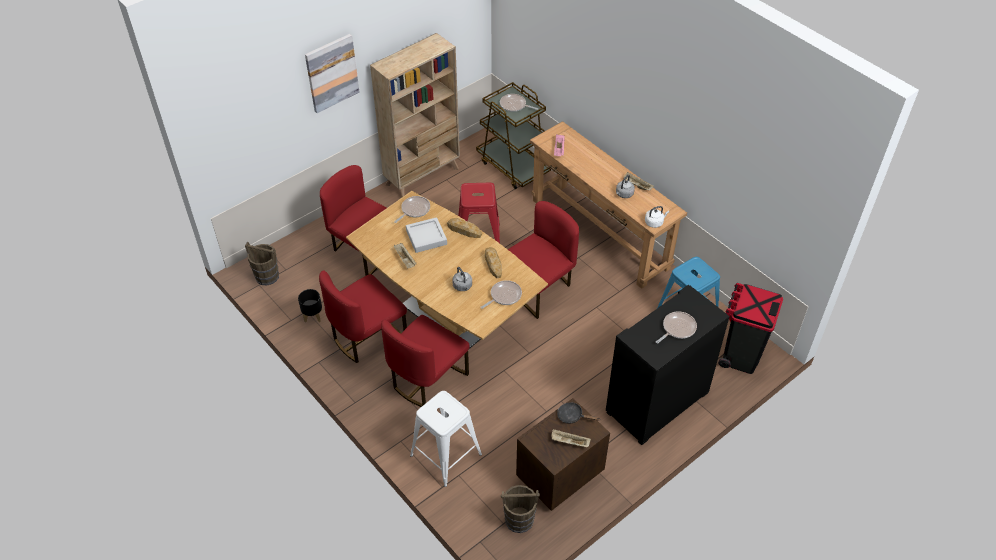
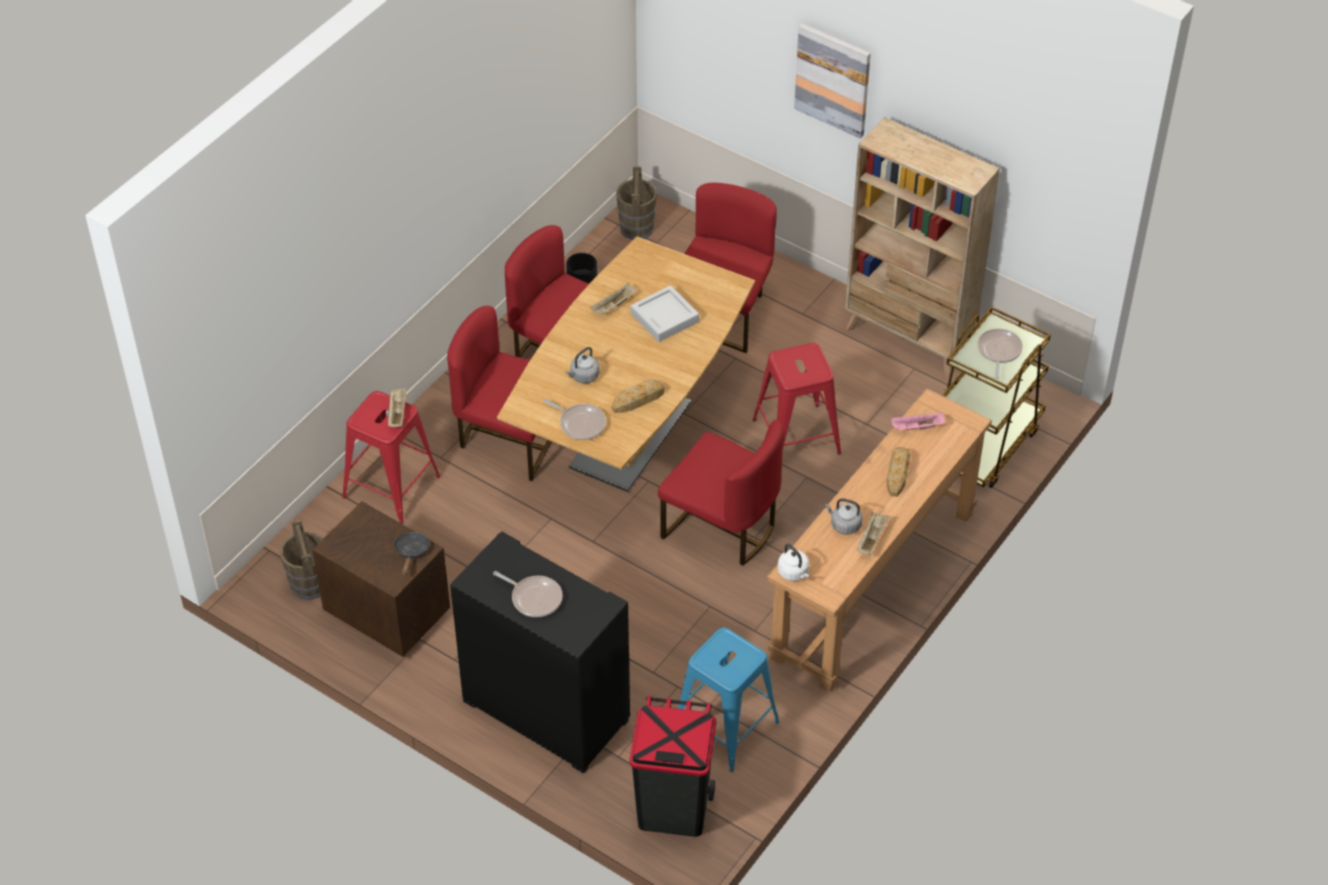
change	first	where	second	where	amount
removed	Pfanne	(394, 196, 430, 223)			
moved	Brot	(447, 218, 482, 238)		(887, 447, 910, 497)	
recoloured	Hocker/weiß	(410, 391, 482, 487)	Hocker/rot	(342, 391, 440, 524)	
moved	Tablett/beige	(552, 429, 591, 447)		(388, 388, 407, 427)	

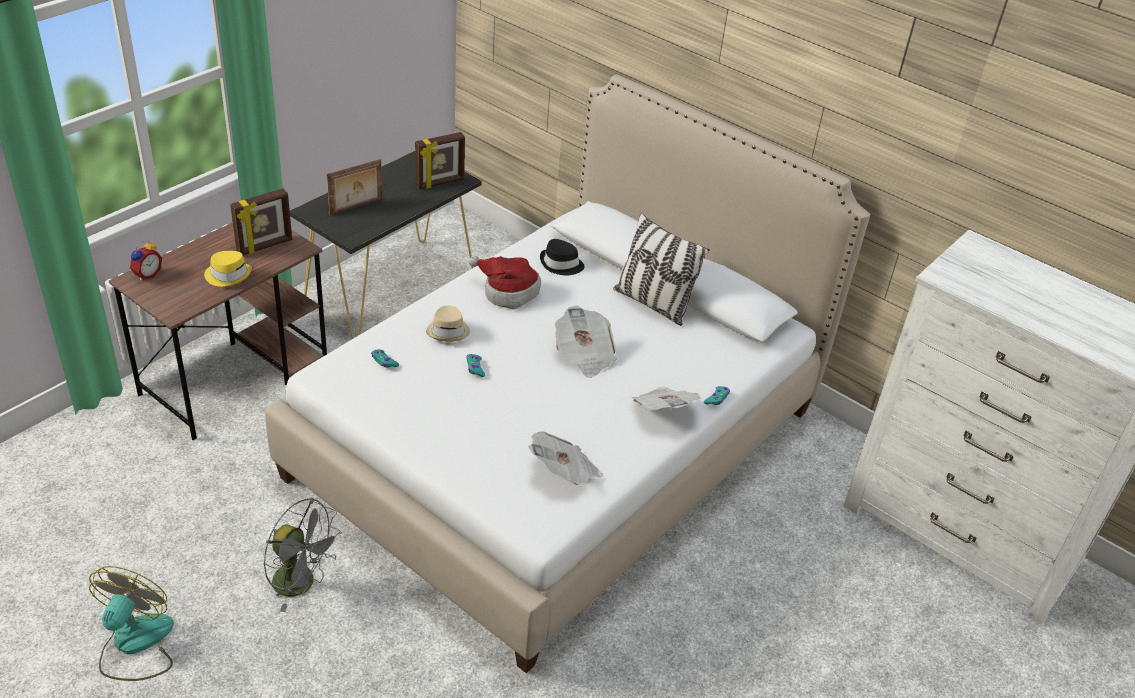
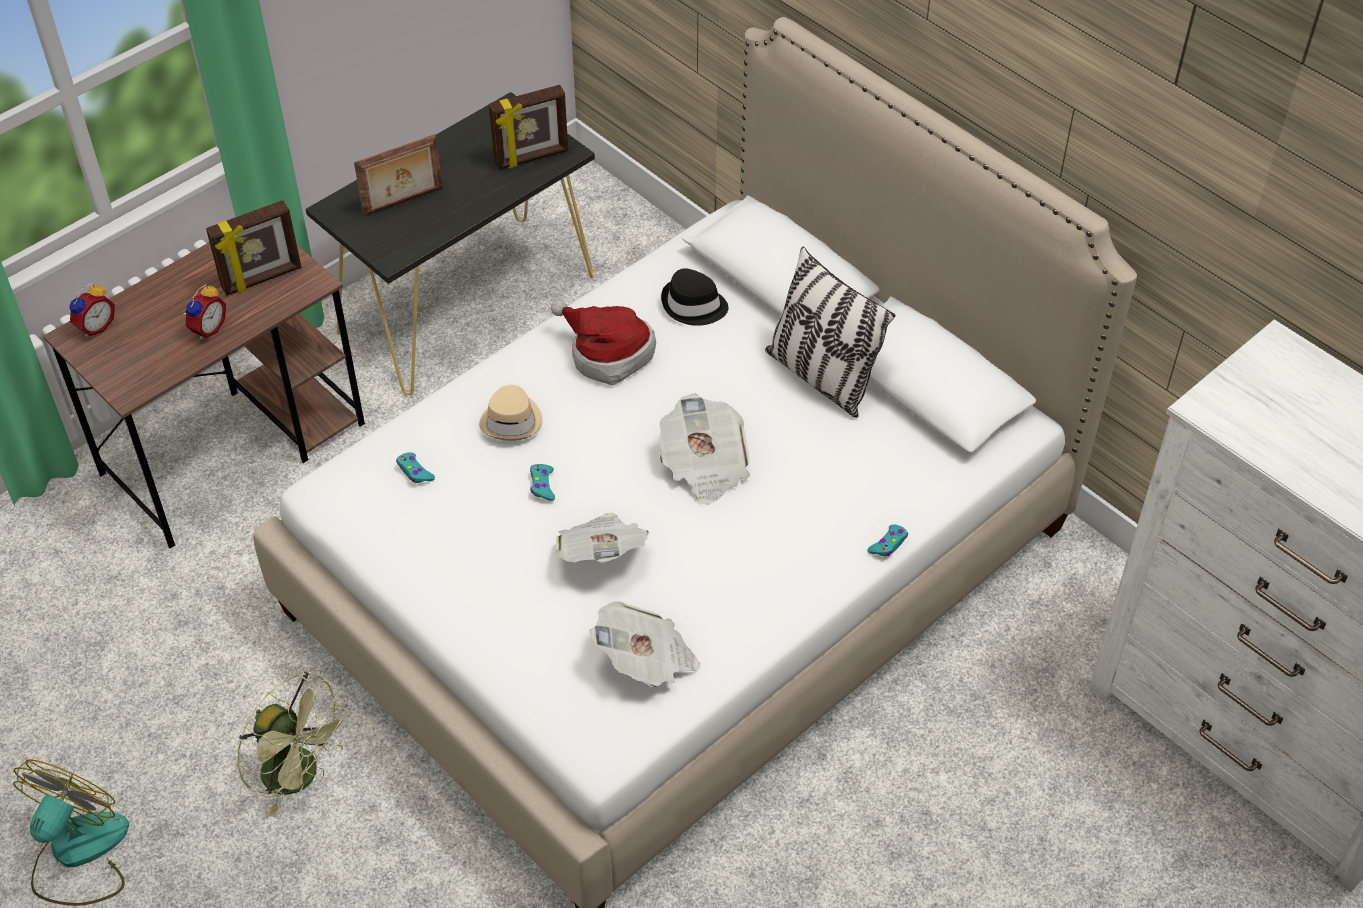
change	first	where	second	where	amount
replaced	Hut/gelb	(204, 251, 252, 287)	Wecker	(183, 284, 226, 339)	
moved	Zeitung	(632, 387, 701, 410)		(555, 513, 650, 563)	
recoloured	Ventilator/grau	(264, 498, 342, 612)	Ventilator/grün	(237, 672, 350, 817)	

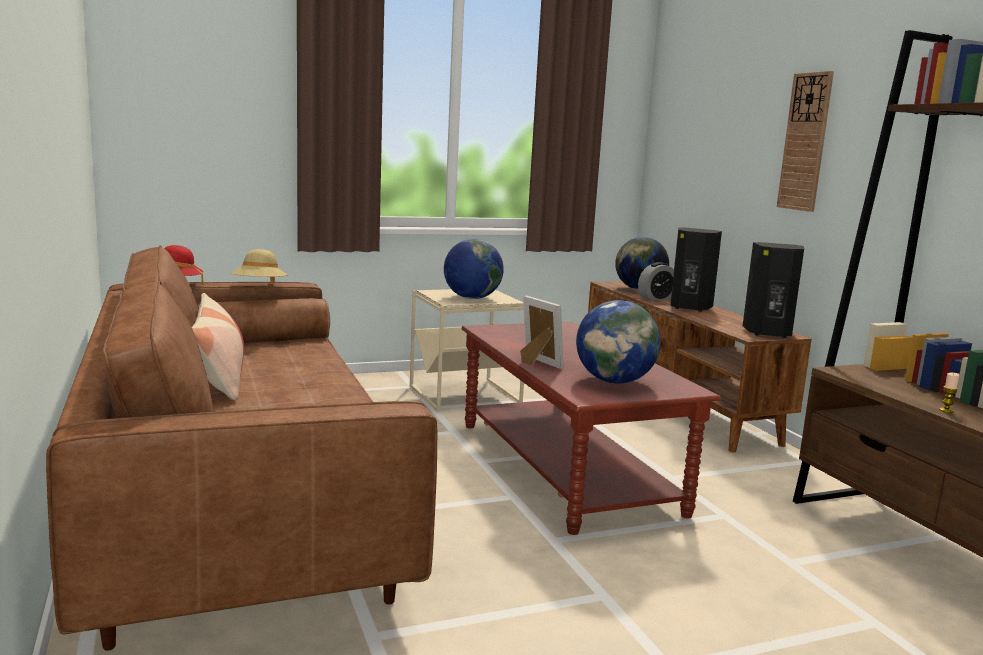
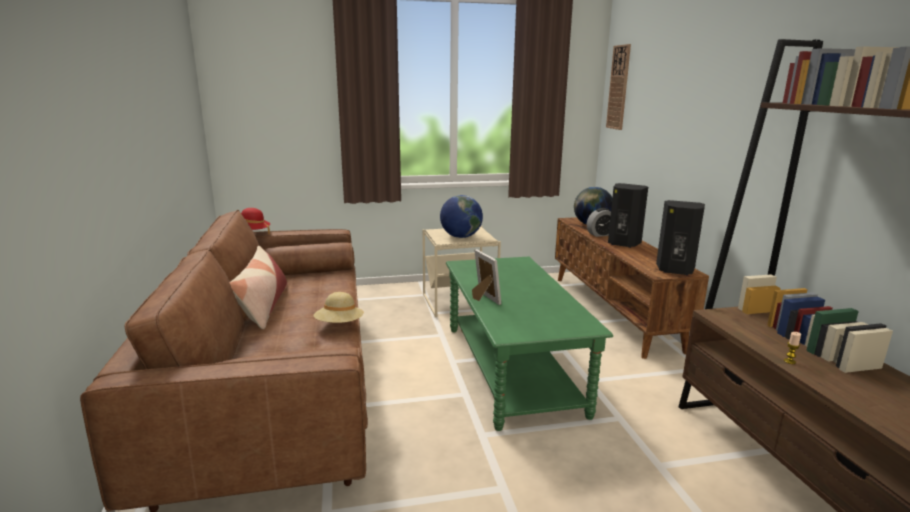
change	first	where	second	where	amount
moved	Wanduhr	(777, 71, 834, 212)		(606, 44, 631, 130)	
moved	Hut/beige	(231, 249, 288, 283)		(314, 292, 364, 323)	
removed	Globus	(576, 300, 661, 384)			
recoloured	Couchtisch/braun	(462, 322, 721, 535)	Couchtisch/grün	(446, 257, 613, 431)	

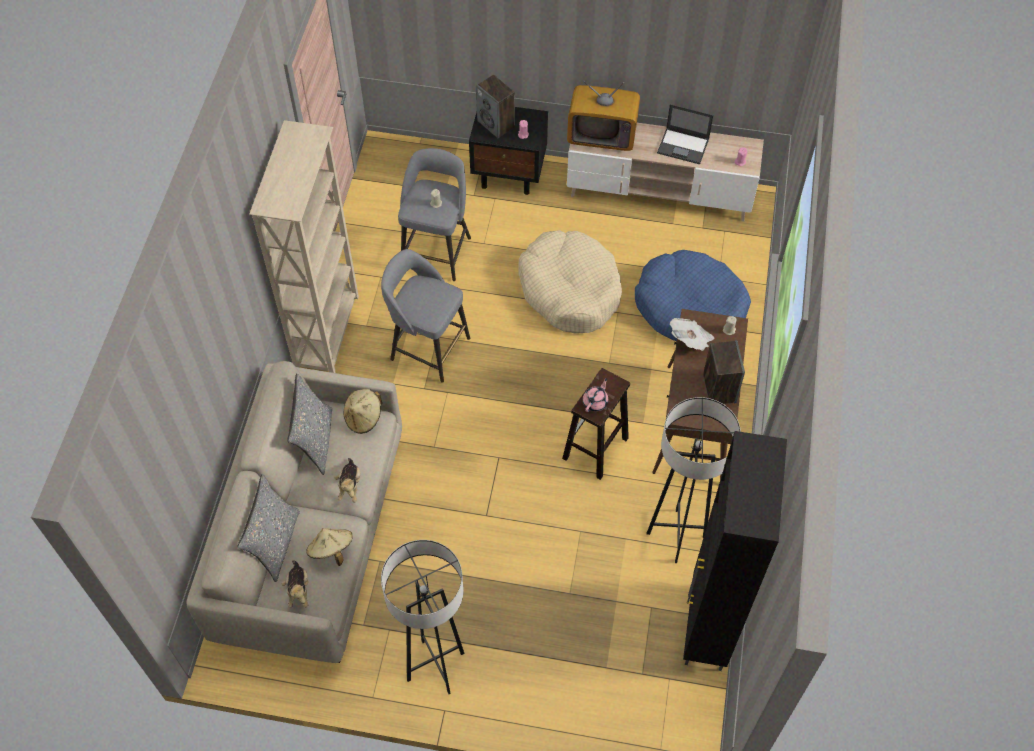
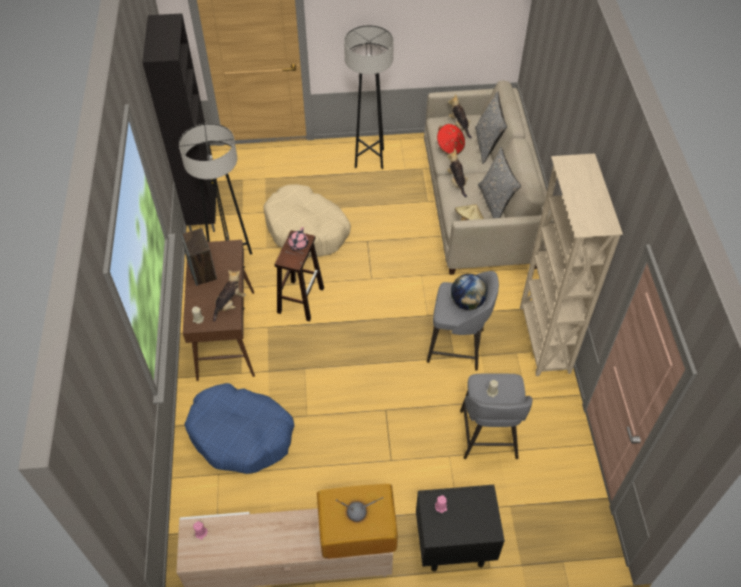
change	first	where	second	where	amount
removed	Lautsprecher	(476, 75, 515, 138)			
removed	Laptop	(657, 104, 713, 164)			
moved	Hundebett/beige	(519, 230, 622, 334)		(263, 184, 351, 258)	
replaced	Zeitung	(670, 318, 714, 351)	Plüschtier	(213, 270, 246, 322)	
recoloured	Hut/beige	(306, 528, 353, 566)	Hut/rot	(437, 124, 465, 155)	
added			Globus	(451, 274, 487, 310)	

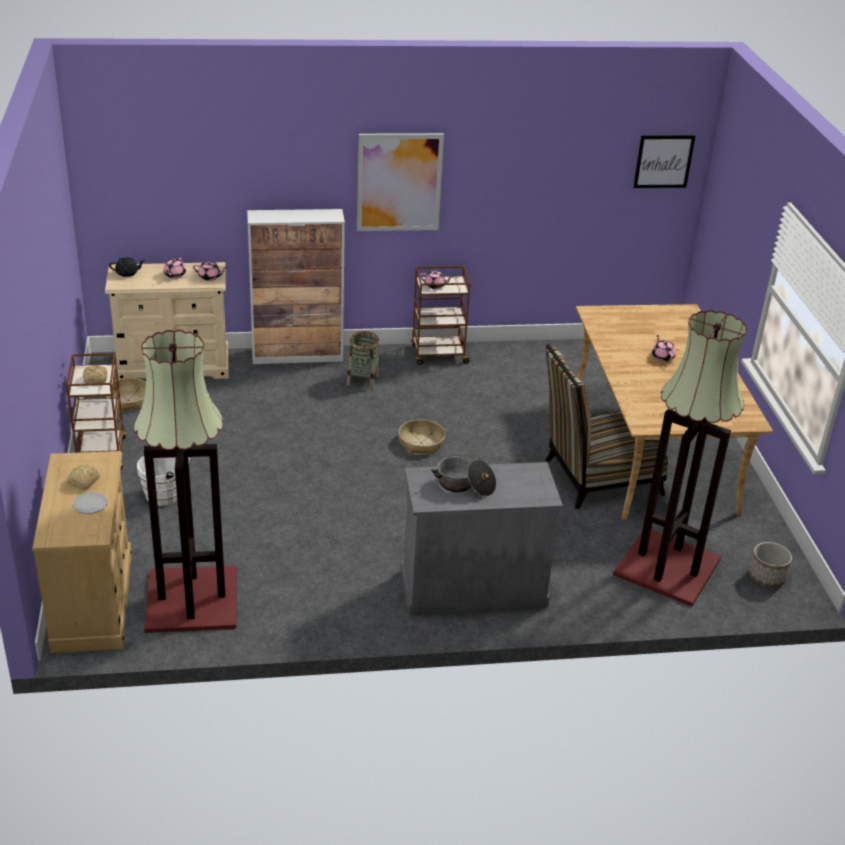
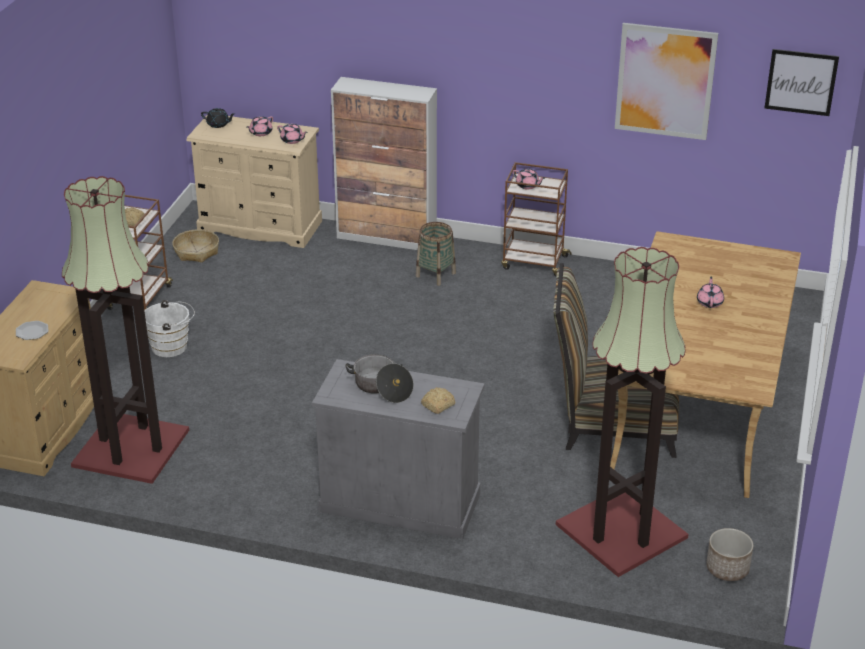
change	first	where	second	where	amount
moved	Bild	(357, 133, 444, 231)		(615, 23, 718, 140)	
removed	Korb	(398, 419, 445, 454)			
moved	Brot	(67, 465, 100, 490)		(421, 387, 455, 414)	

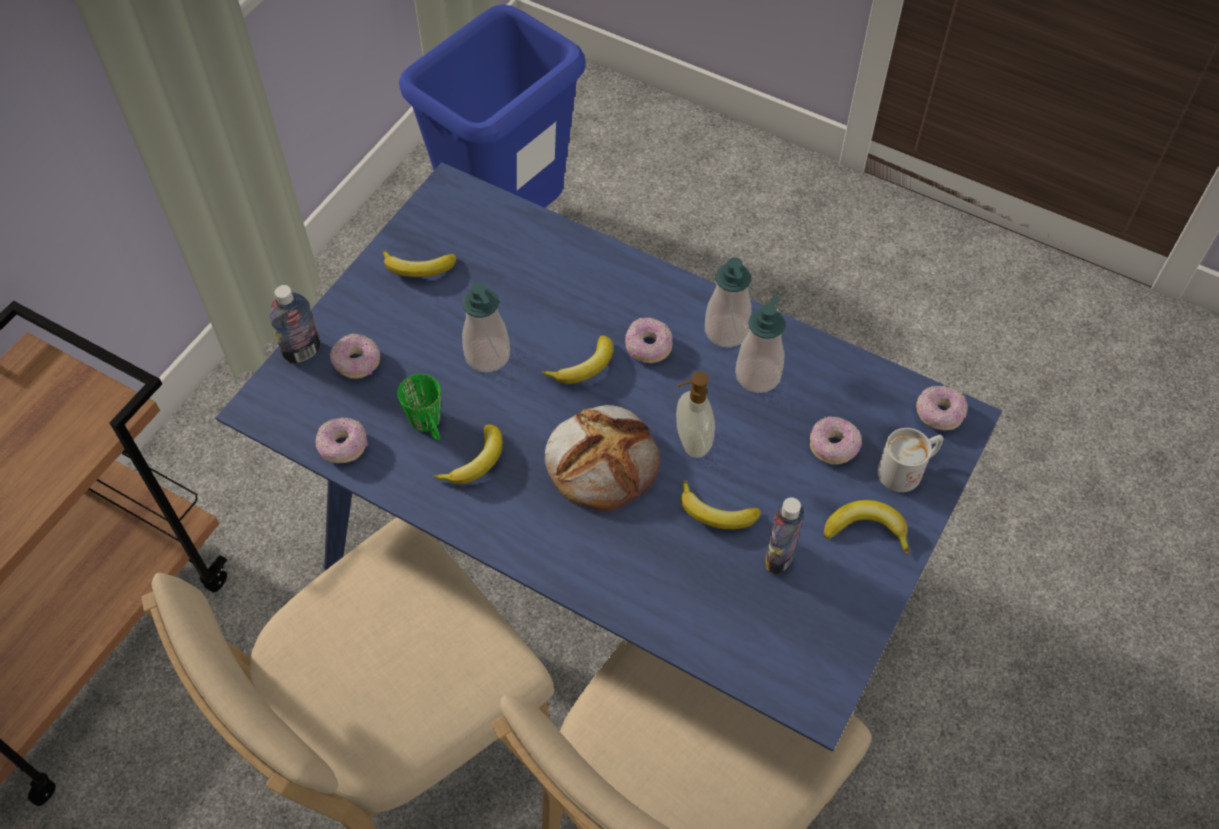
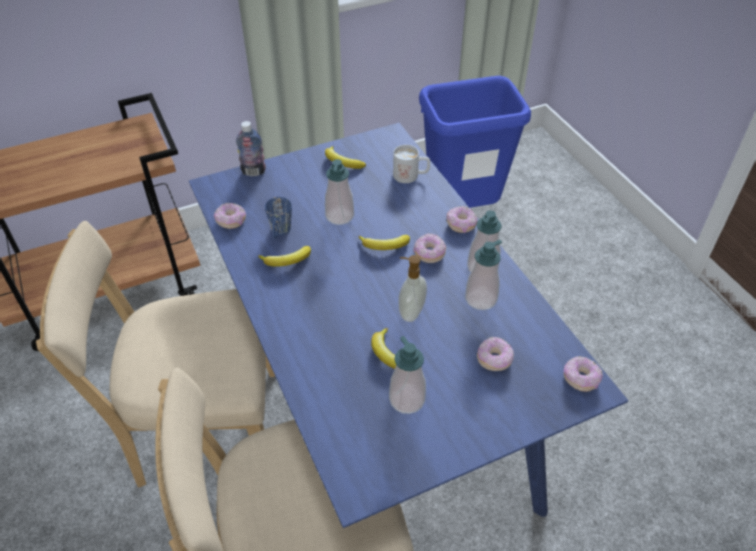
change	first	where	second	where	amount
moved	Donut	(330, 333, 380, 379)		(446, 206, 477, 233)	
recoloured	Henkelbecher/grün	(397, 374, 441, 441)	Henkelbecher/blau	(265, 197, 292, 239)	
removed	Brot	(545, 405, 660, 511)			
moved	Henkelbecher/weiß	(877, 428, 943, 492)		(393, 145, 430, 183)	
replaced	Flasche	(765, 497, 804, 575)	Seifenspender	(389, 336, 426, 414)	
removed	Banane	(824, 500, 909, 554)			

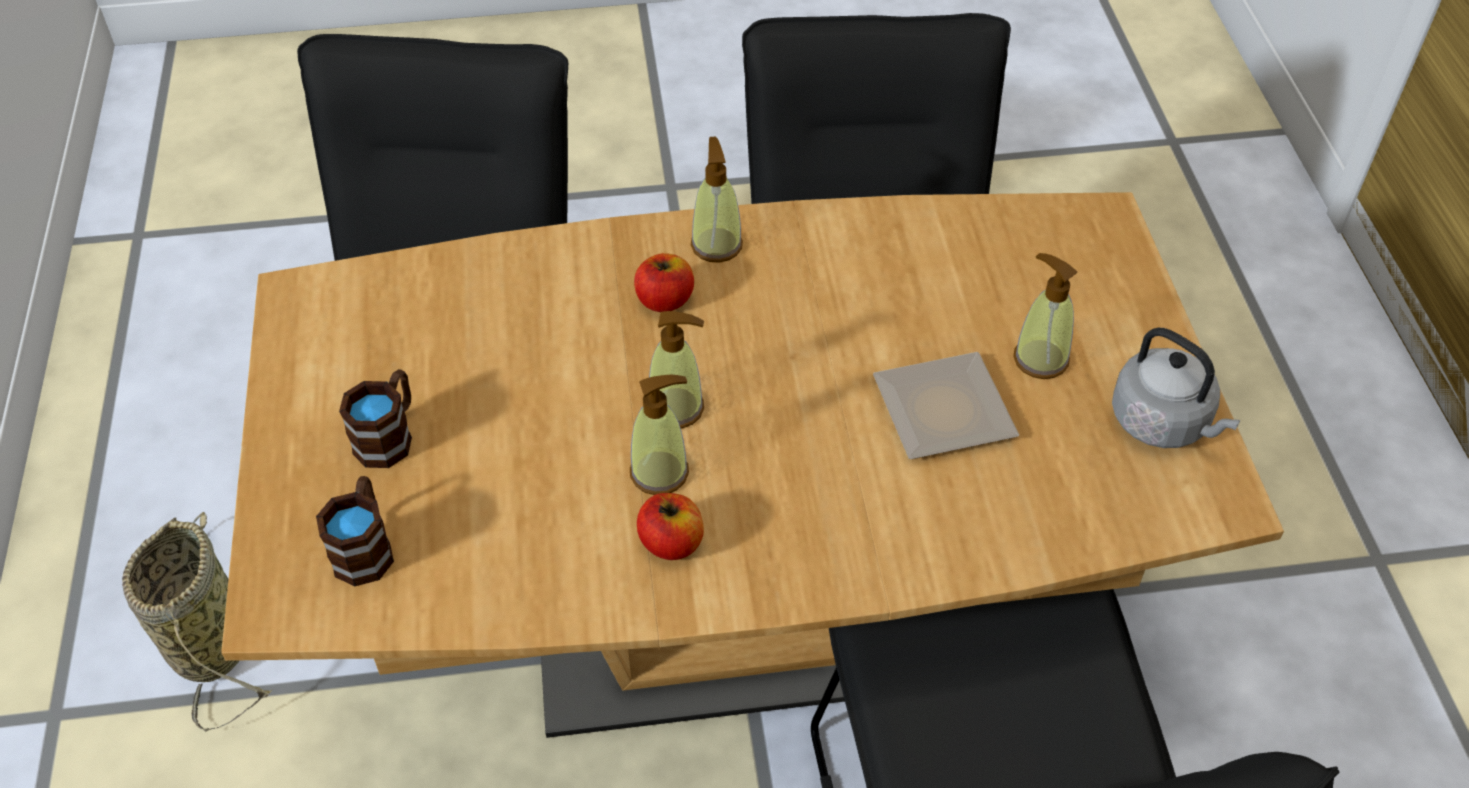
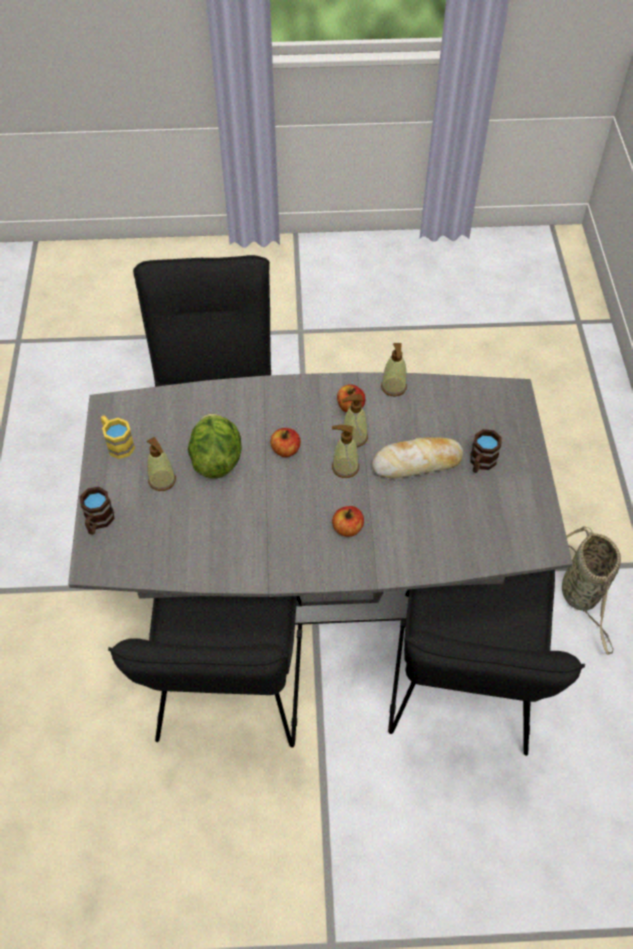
change	first	where	second	where	amount
moved	Seifenspender	(691, 136, 743, 263)		(381, 343, 407, 397)	
recoloured	Esstisch/braun	(221, 192, 1284, 738)	Esstisch/grau	(68, 372, 573, 625)	
replaced	Wasserkessel/grau	(1112, 328, 1241, 448)	Henkelbecher/gelb	(101, 415, 135, 459)	
replaced	Teller	(873, 352, 1019, 459)	Salatkopf	(188, 414, 242, 478)	
moved	Henkelbecher/braun	(316, 476, 394, 586)		(80, 487, 114, 535)	
added			Apfel	(270, 428, 301, 457)	
added			Brot	(372, 437, 463, 478)	

